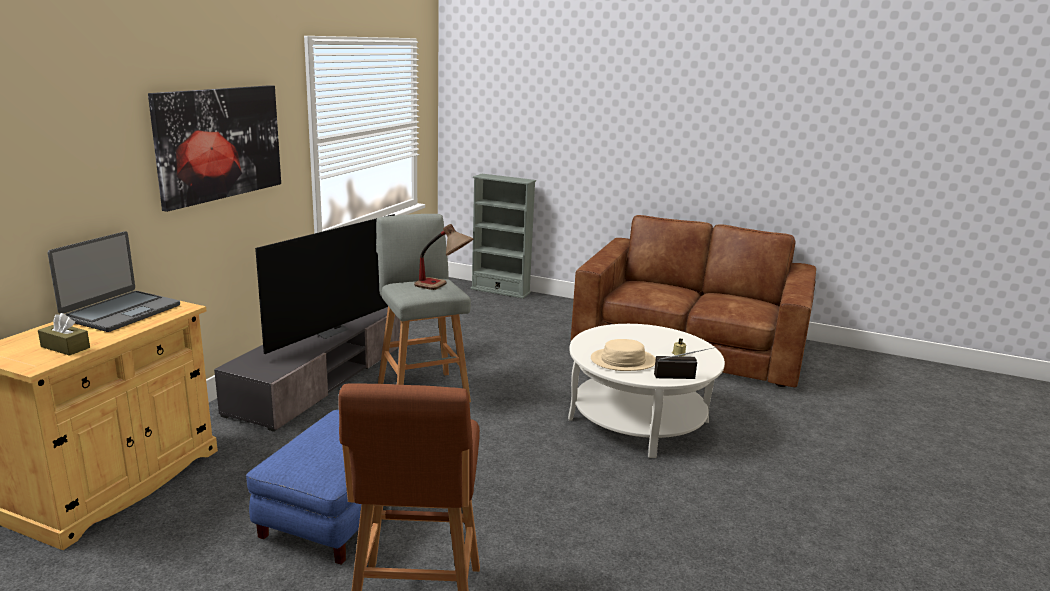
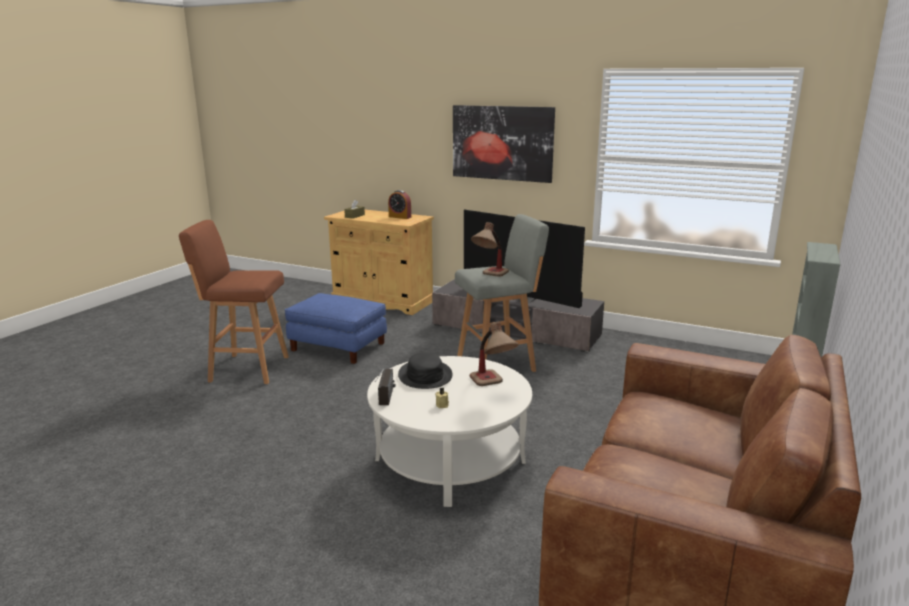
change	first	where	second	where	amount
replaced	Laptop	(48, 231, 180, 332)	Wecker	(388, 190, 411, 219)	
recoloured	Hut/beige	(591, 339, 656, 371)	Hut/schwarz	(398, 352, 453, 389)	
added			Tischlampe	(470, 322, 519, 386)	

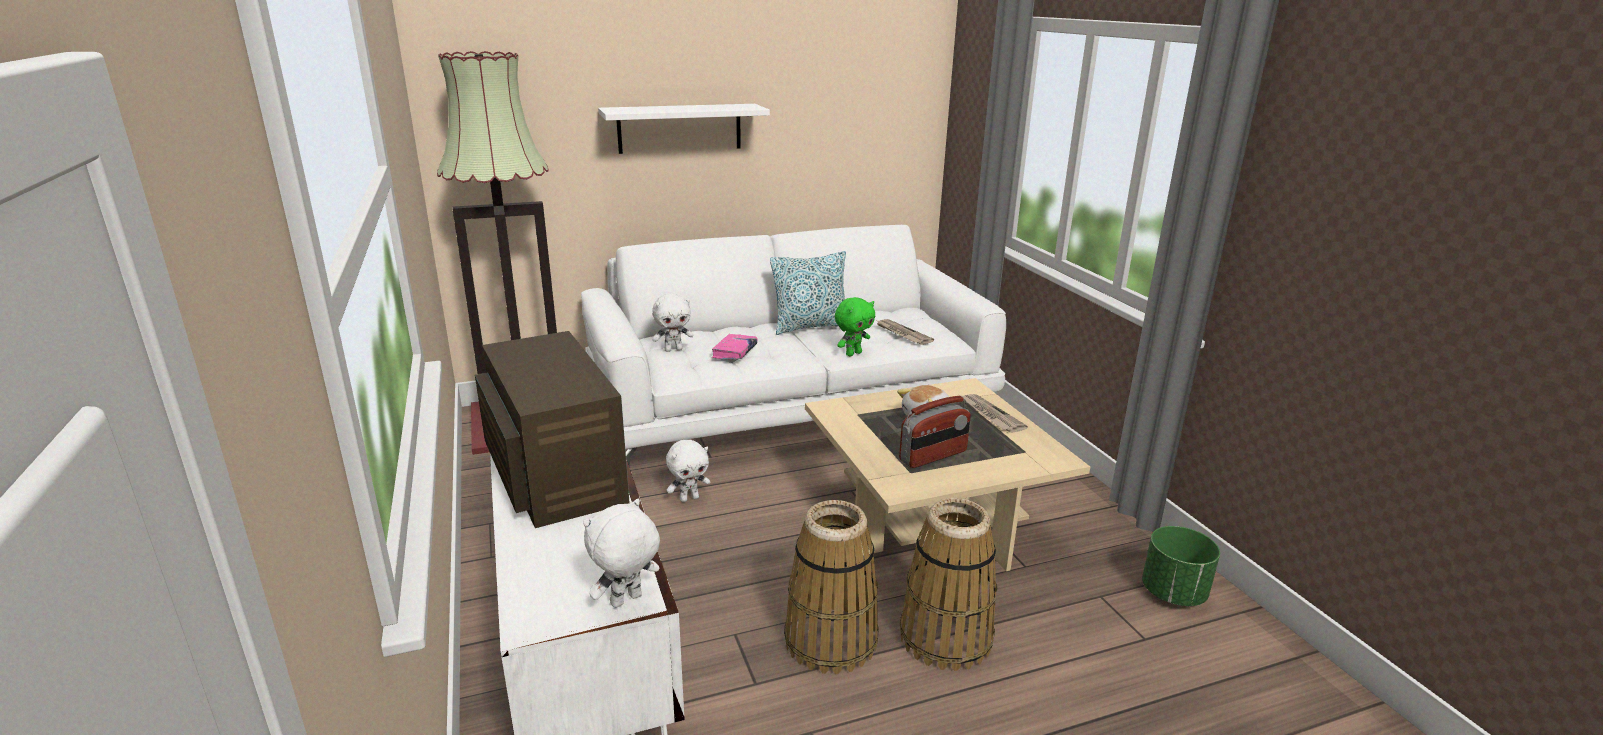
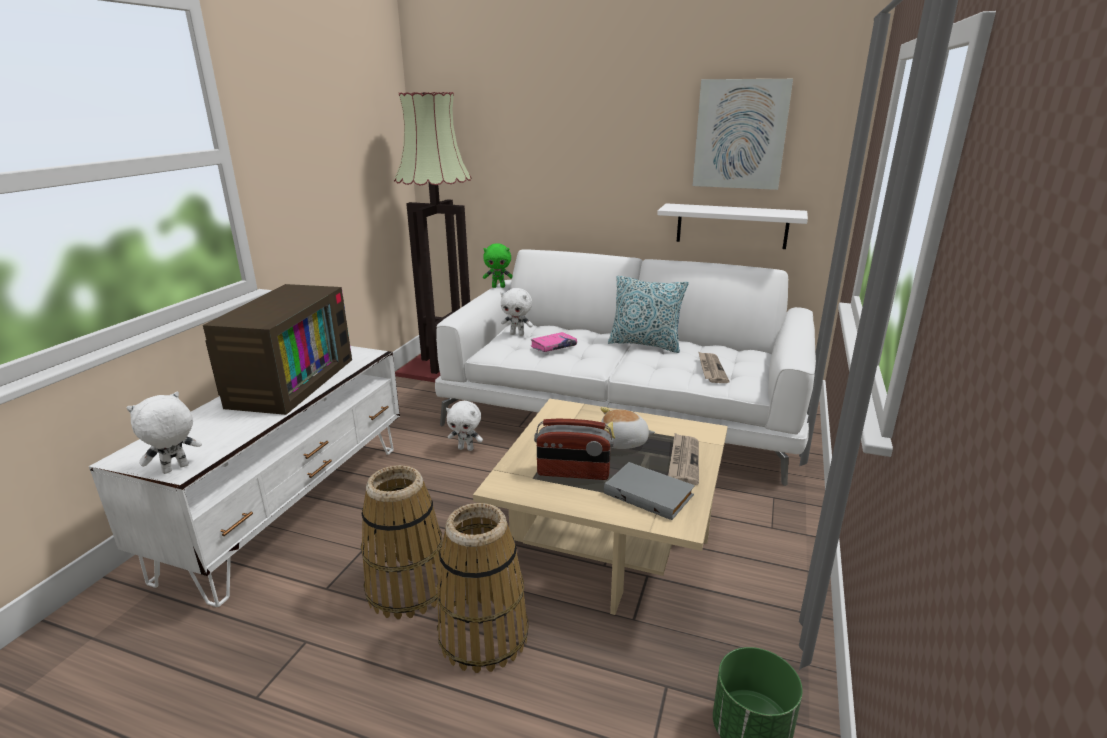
change	first	where	second	where	amount
moved	Wandregal/weiß	(598, 104, 770, 154)		(657, 203, 808, 249)	
moved	Plüschtier/grün	(835, 297, 875, 357)		(483, 243, 513, 288)	
turned	Plüschtier/weiß	(583, 499, 660, 608)		(126, 392, 202, 474)	45 degrees counterclockwise
added			Bild	(693, 79, 793, 190)	
added			Buch/grau	(604, 462, 695, 520)	

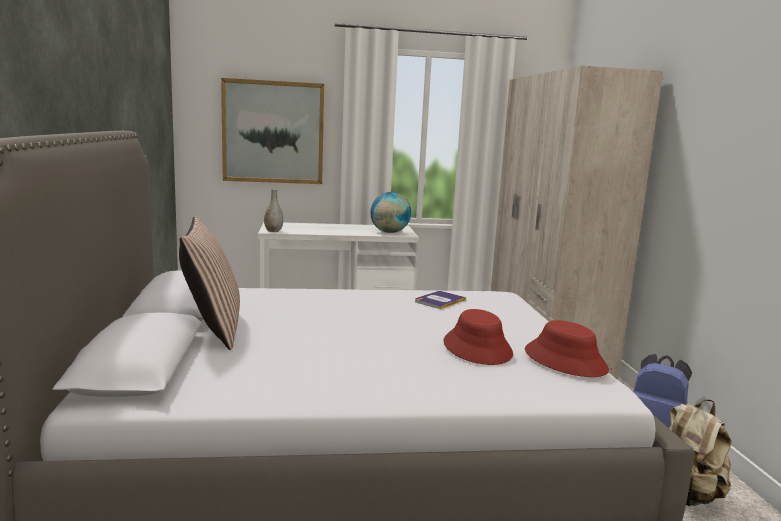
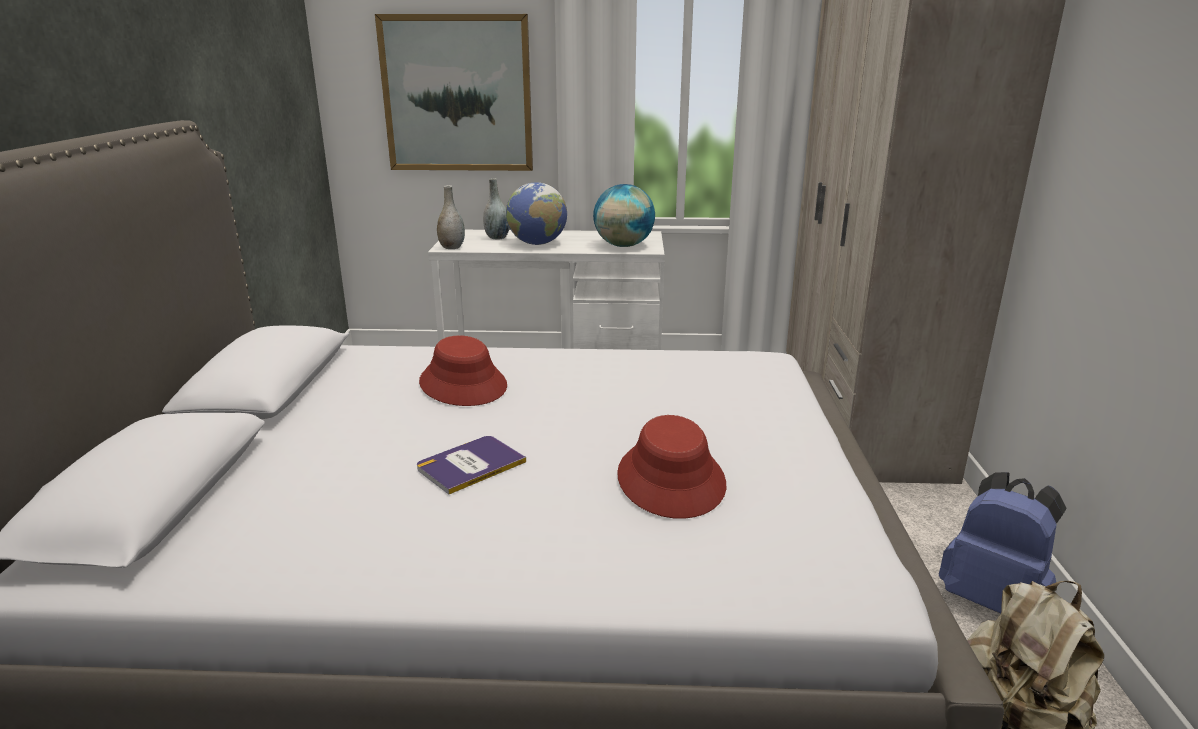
change	first	where	second	where	amount
removed	Kissen	(179, 216, 240, 350)			
moved	Buch	(415, 291, 466, 309)		(417, 436, 526, 495)	
moved	Hut/rot	(525, 320, 609, 377)		(419, 335, 507, 406)	
added			Vase/grau	(483, 178, 509, 240)	
added			Globus	(506, 182, 567, 245)	

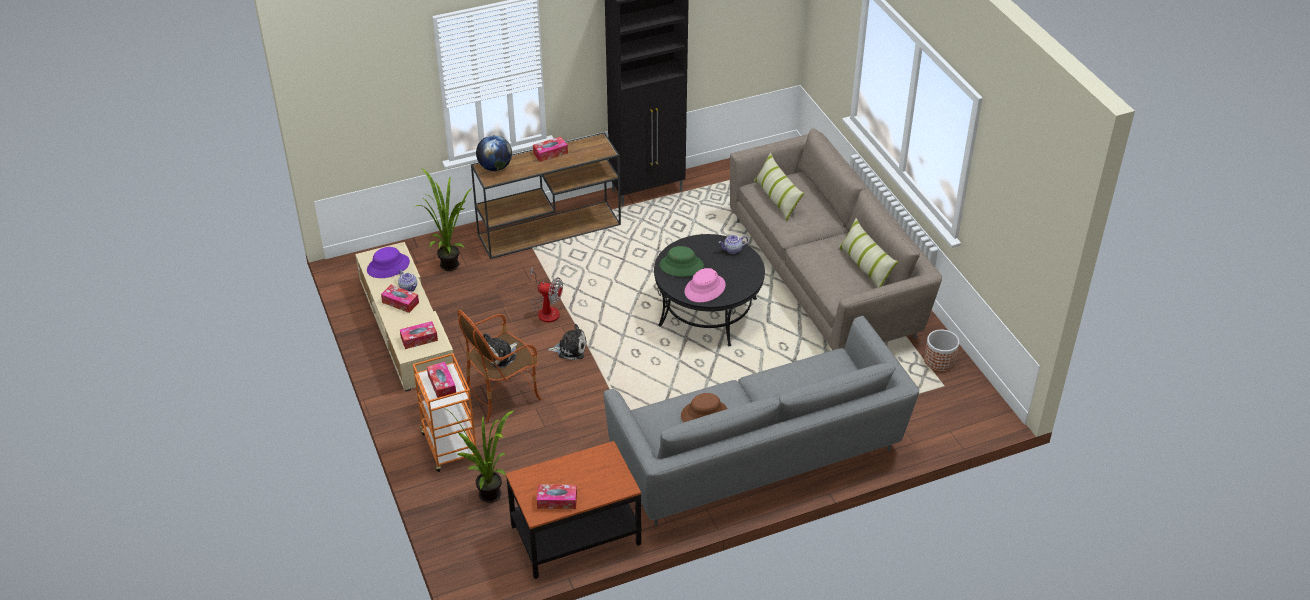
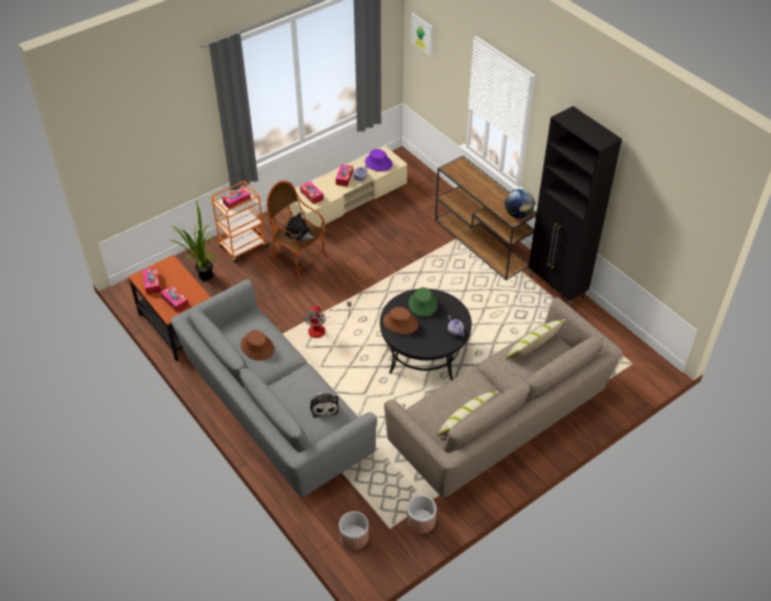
change	first	where	second	where	amount
moved	Globus	(476, 135, 512, 171)		(505, 189, 534, 218)	
moved	Taschentuchbox	(533, 137, 568, 162)		(160, 285, 189, 313)	
removed	Topfpflanze	(414, 168, 472, 271)			
moved	Ventilator	(530, 266, 563, 323)		(303, 302, 352, 338)	
recoloured	Hut/rosa	(685, 268, 726, 302)	Hut/braun	(383, 307, 419, 334)	
moved	Plüschtier	(548, 324, 587, 360)		(310, 391, 339, 418)	
added			Bild	(410, 13, 433, 56)	
added			Pflanzkübel	(339, 511, 369, 550)	

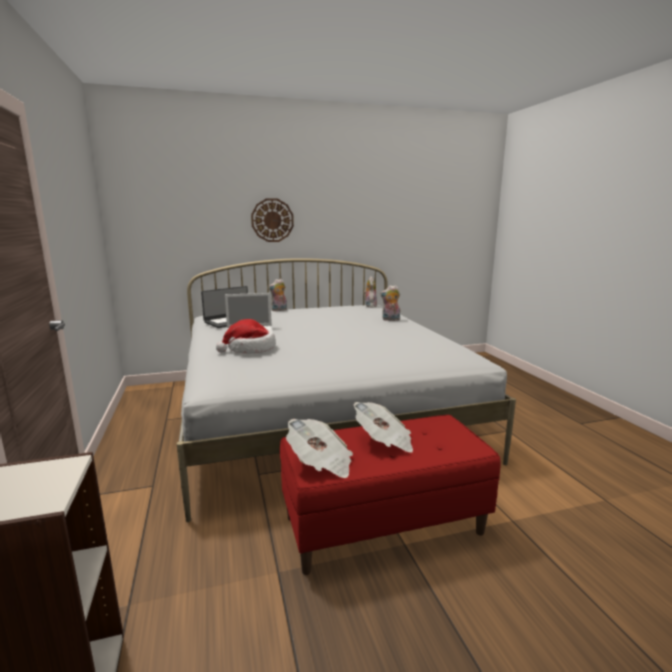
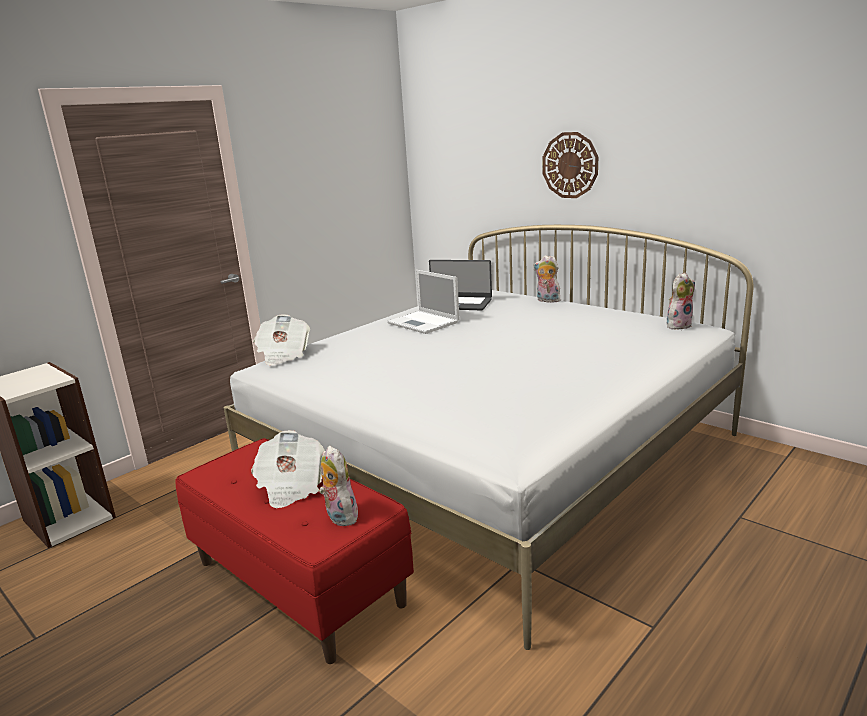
change	first	where	second	where	amount
moved	Plüschtier	(380, 285, 400, 321)		(319, 446, 358, 526)	
removed	Hut	(216, 319, 276, 354)			
moved	Zeitung	(286, 419, 353, 478)		(253, 314, 310, 366)	

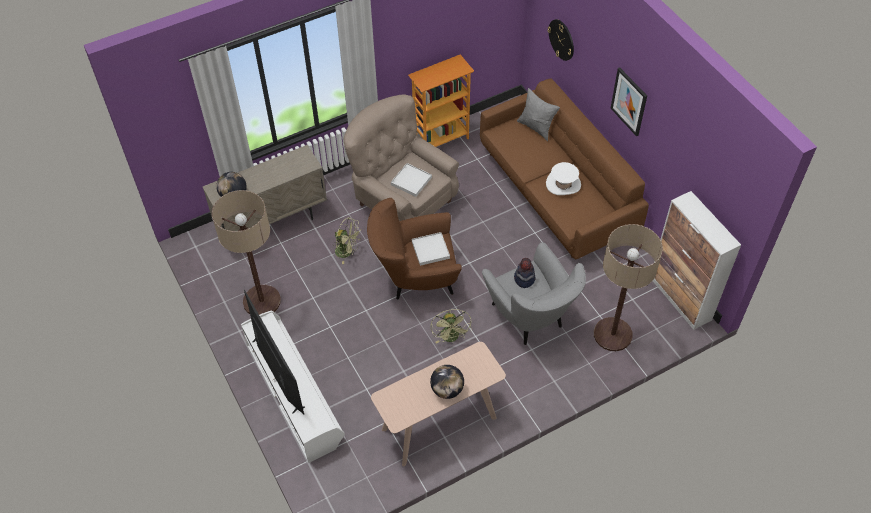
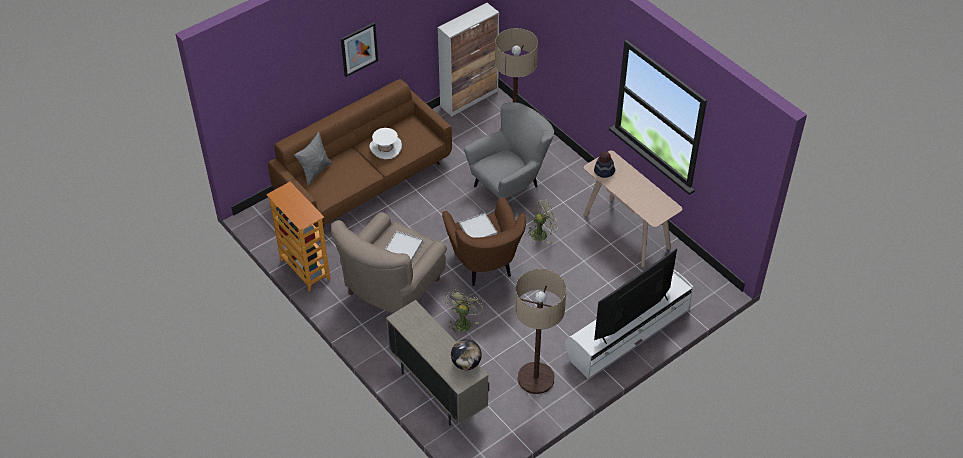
change	first	where	second	where	amount
removed	Wanduhr	(547, 19, 574, 61)			
moved	Hut	(514, 258, 536, 288)		(594, 152, 615, 178)	
removed	Globus	(430, 365, 464, 399)			

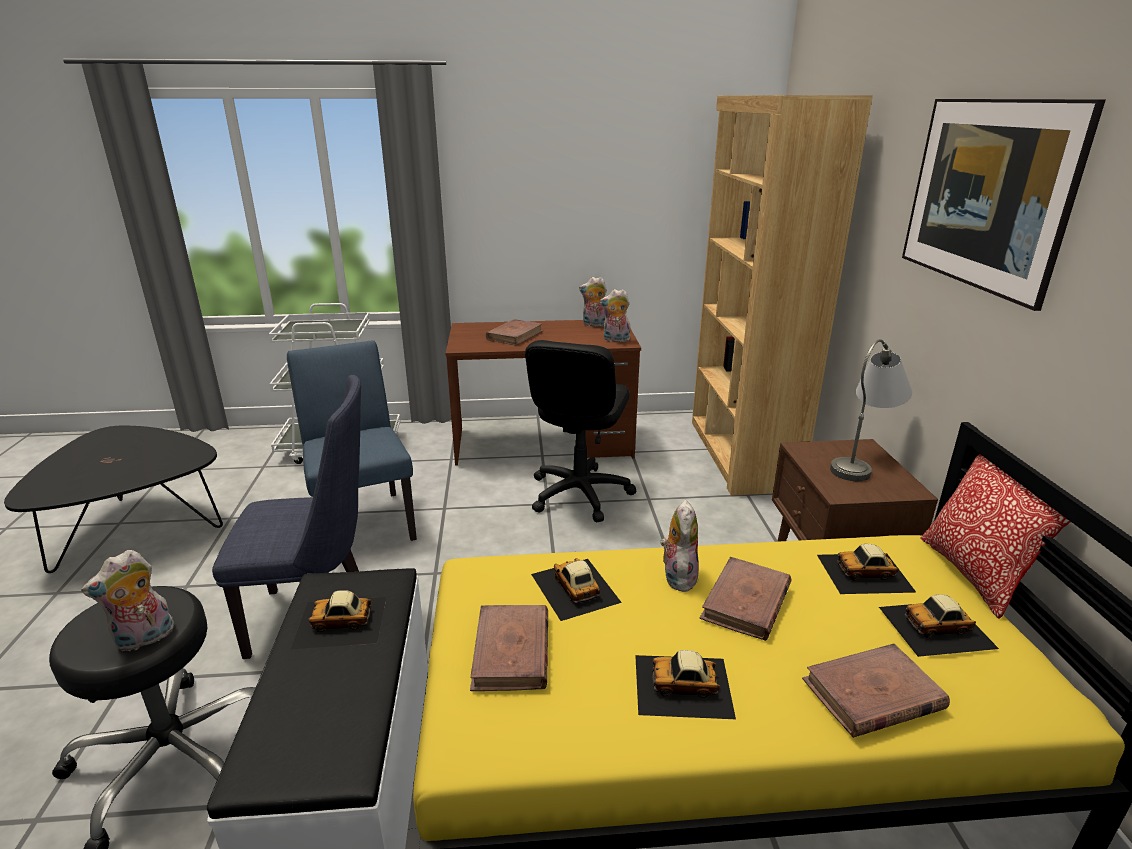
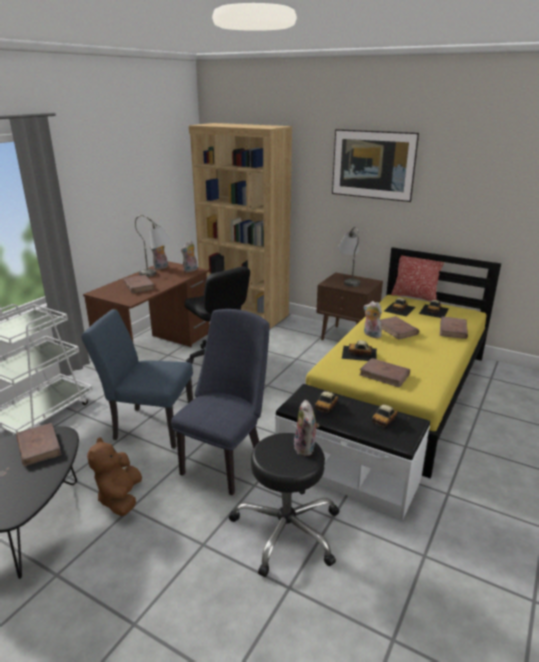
change	first	where	second	where	amount
moved	Spielzeugauto	(635, 650, 736, 719)		(359, 405, 409, 438)	
added			Tischlampe/grau	(135, 215, 172, 277)	
added			Buch/braun	(16, 423, 62, 466)	
added			Plüschtier/braun	(87, 437, 142, 516)	

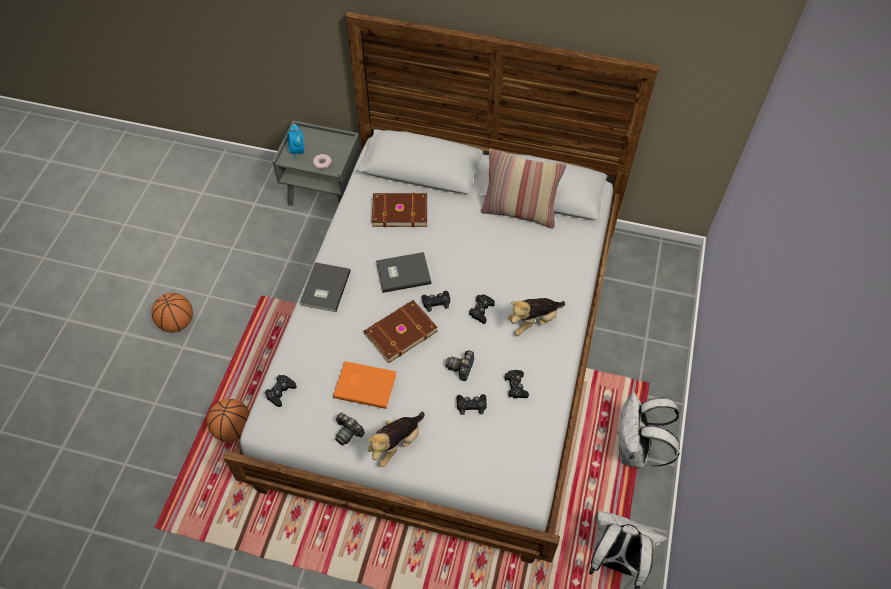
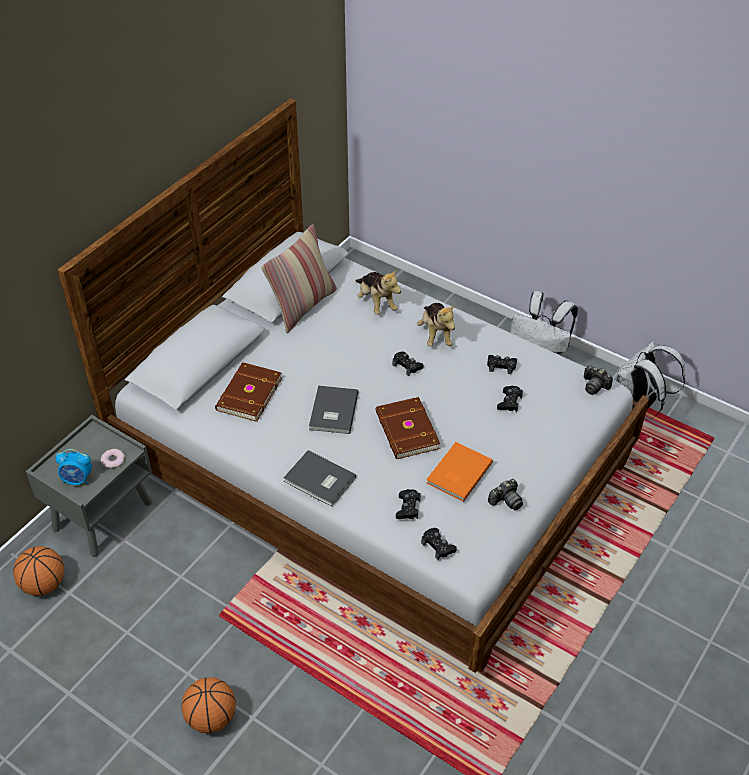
change	first	where	second	where	amount
moved	Gamepad/schwarz	(422, 291, 450, 312)		(396, 489, 421, 519)	
moved	Kamera	(445, 350, 474, 381)		(584, 365, 613, 395)	
moved	Basketball	(207, 399, 250, 442)		(13, 546, 64, 596)	
moved	Plüschtier	(367, 412, 425, 467)		(356, 270, 401, 315)	

